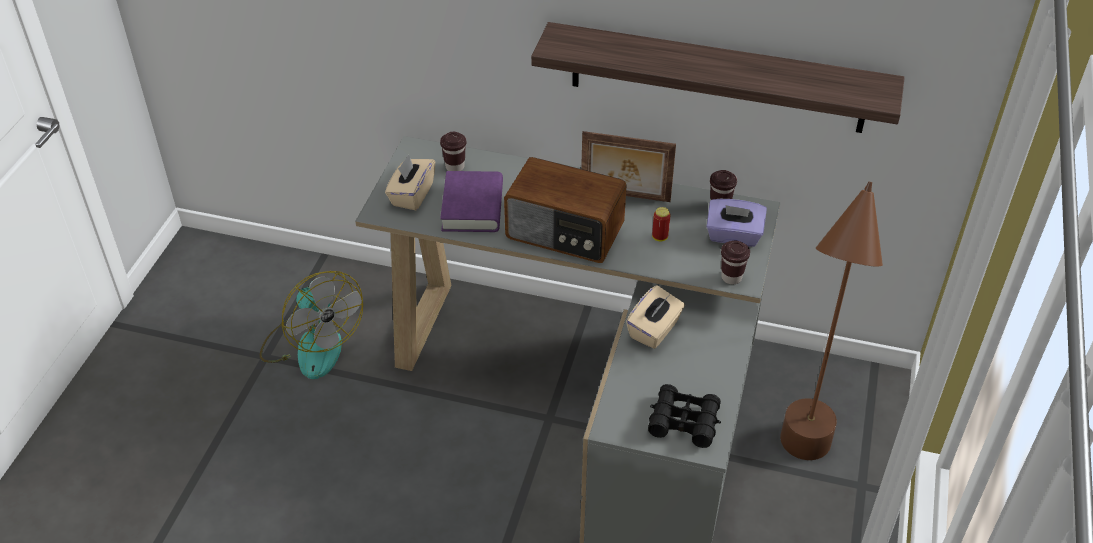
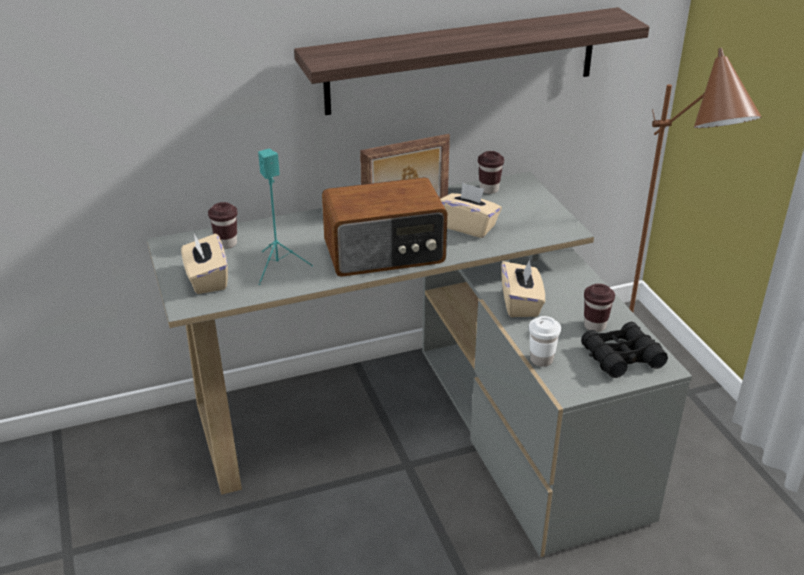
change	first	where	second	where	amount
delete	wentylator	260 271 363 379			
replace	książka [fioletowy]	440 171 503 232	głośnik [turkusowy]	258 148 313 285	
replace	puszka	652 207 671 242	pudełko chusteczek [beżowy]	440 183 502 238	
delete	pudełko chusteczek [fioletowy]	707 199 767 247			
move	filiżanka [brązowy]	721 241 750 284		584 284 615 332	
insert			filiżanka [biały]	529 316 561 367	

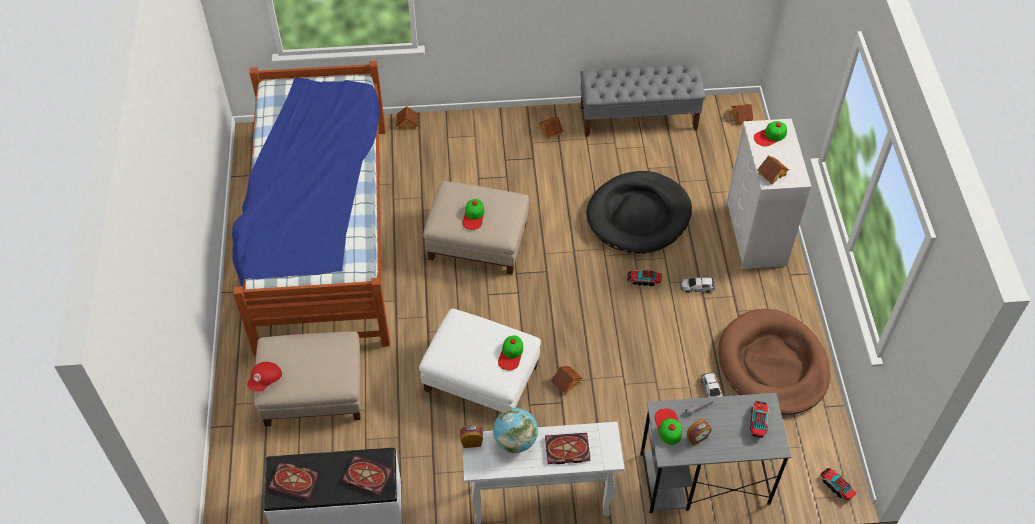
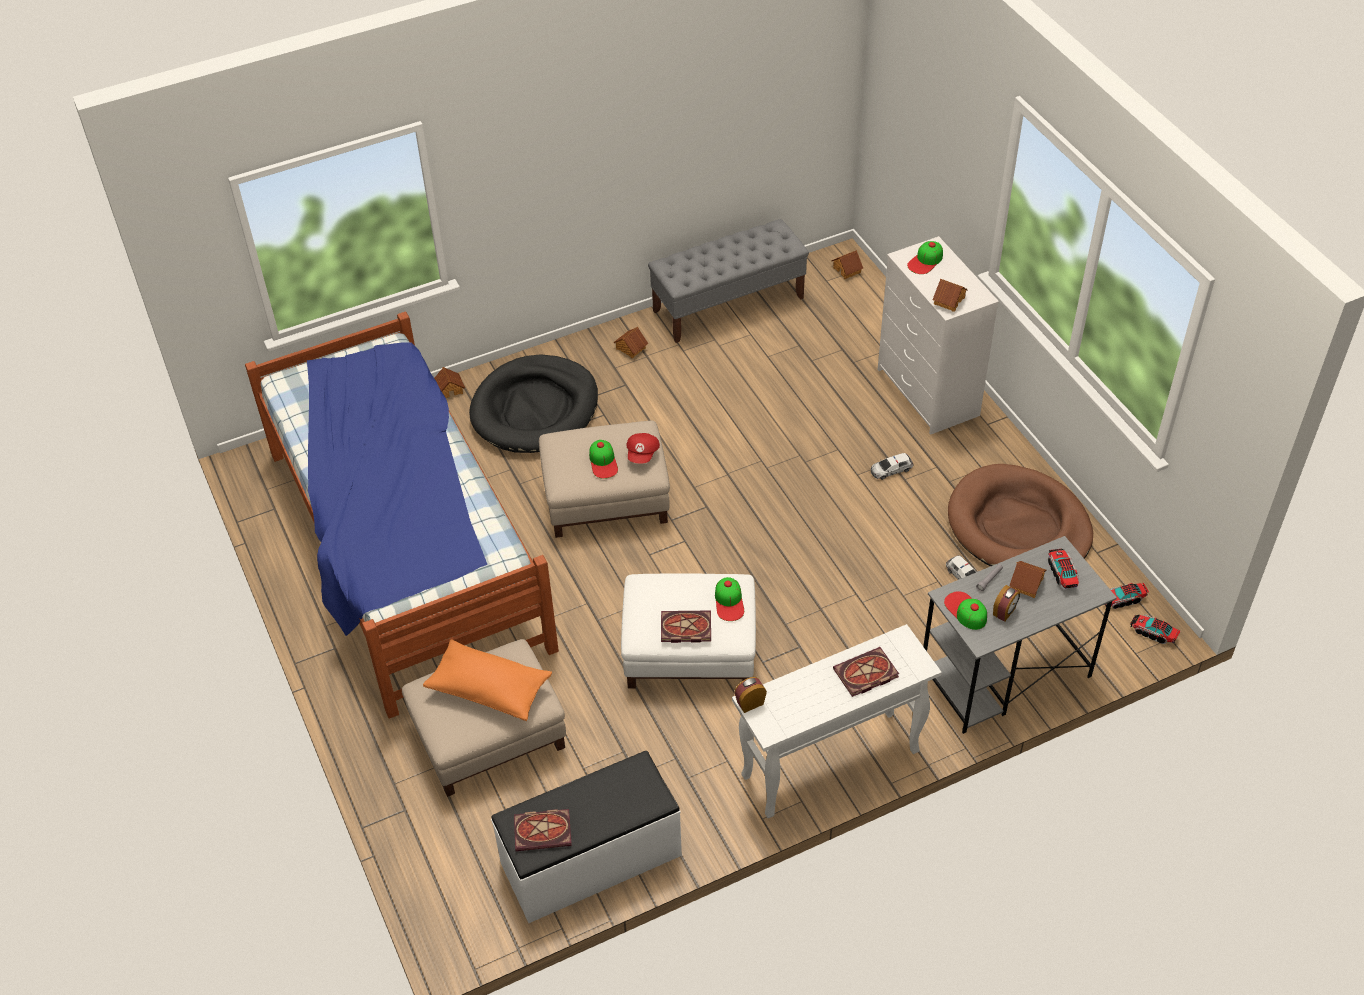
change	first	where	second	where	amount
move	czapka z daszkiem [czerwony]	247 362 282 392		626 433 660 464	
move	książka	342 455 393 495		661 611 711 643	
delete	globus	493 408 538 453			
move	domek	551 366 582 394		1009 561 1046 598	
move	legowisko [czarny]	586 171 692 254		469 354 598 453	
move	ciężarówka zabawkowa	627 270 662 286		1105 583 1149 609	
insert			poduszka [pomarańczowy]	423 639 552 721	

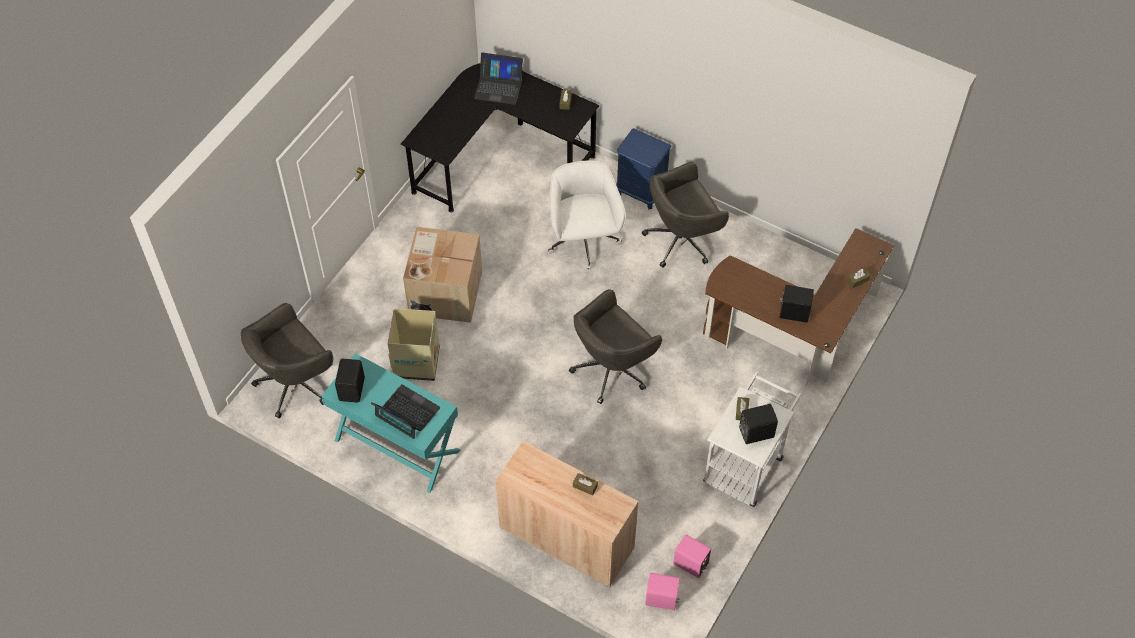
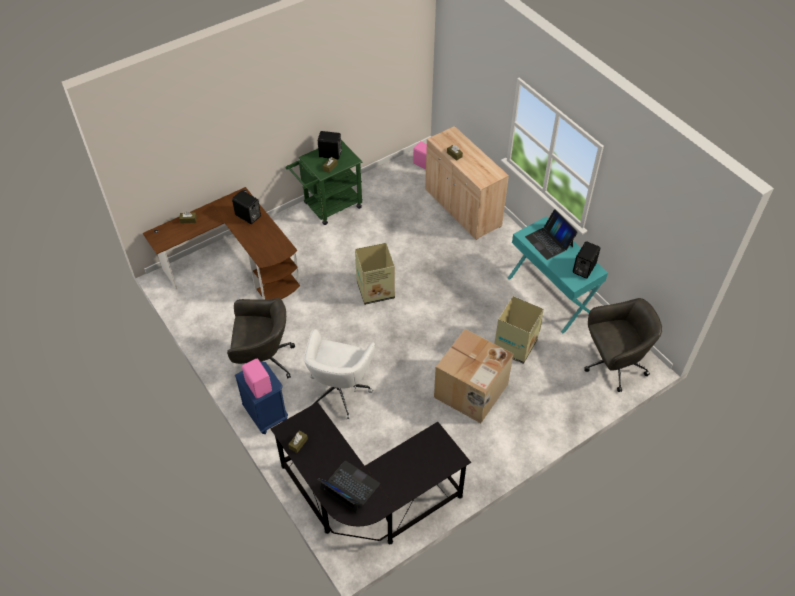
change	first	where	second	where	amount
replace	krzesło biurowe [szary]	569 289 662 404	karton	355 243 395 305	
move	głośnik [różowy]	673 535 711 578		242 358 272 398	
recolor	wózek [biały]	703 372 801 507	wózek [zielony]	286 140 363 225	

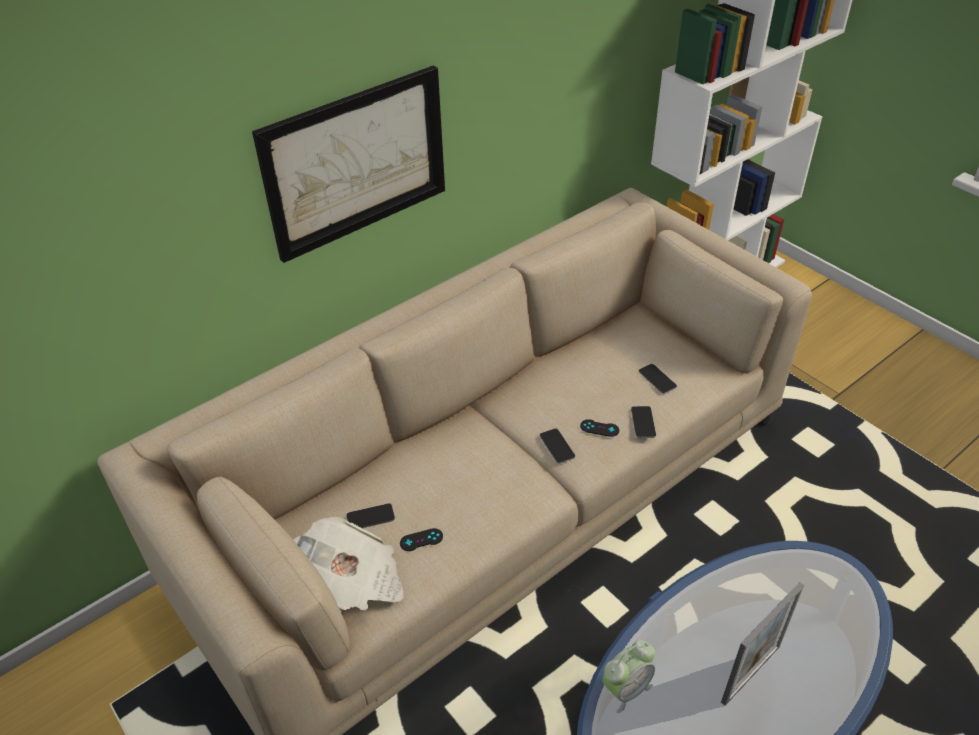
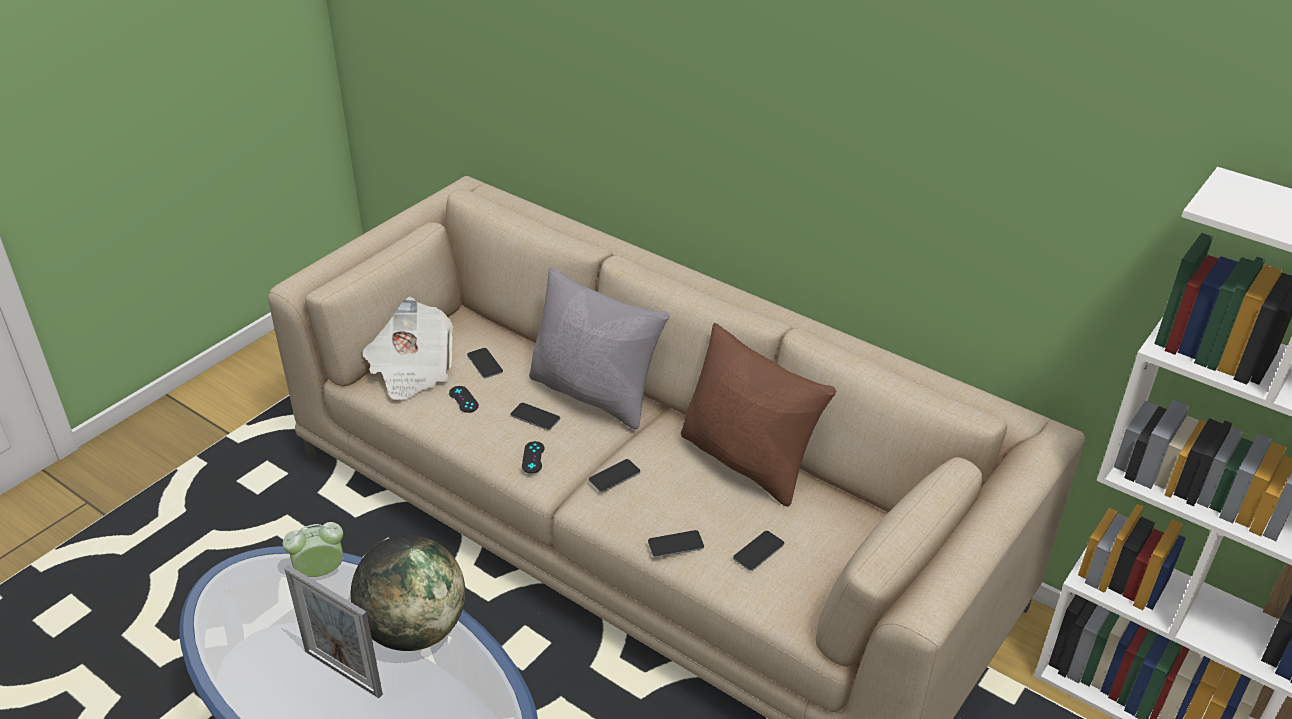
change	first	where	second	where	amount
delete	obraz	252 65 445 263			
move	pad do gier [czarny]	580 419 619 437		522 441 545 474	
rotate	budzik	602 640 655 713		283 522 343 577	120 degrees clockwise
insert			globus	351 535 465 651	
insert			telefon	511 403 560 430	
insert			poduszka [szary]	529 267 670 429	
insert			poduszka [brązowy]	681 323 836 506	

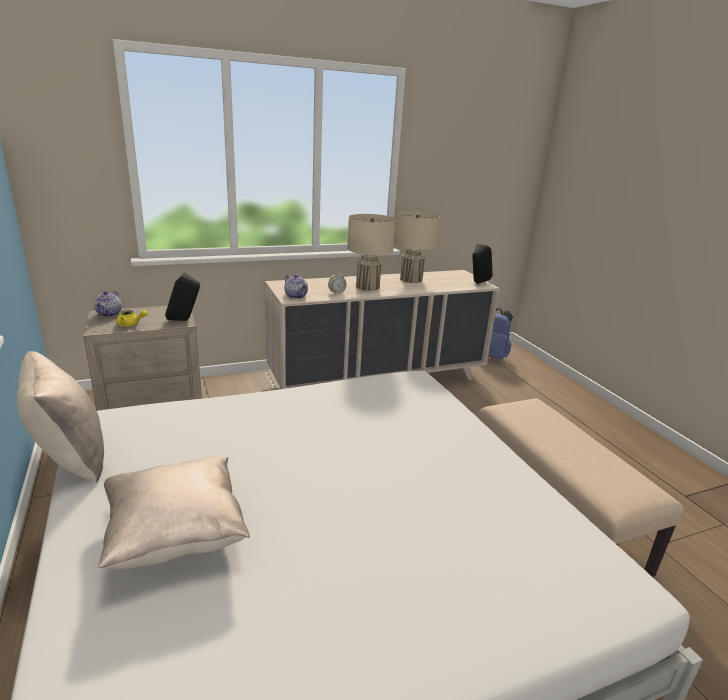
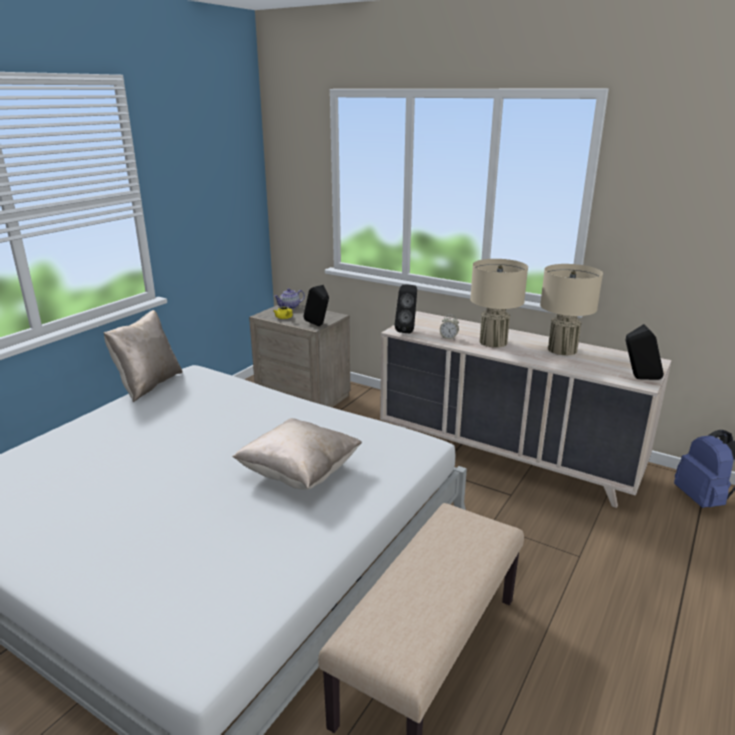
change	first	where	second	where	amount
move	poduszka [beżowy]	98 456 250 569		232 418 362 490	
replace	imbryk	284 274 308 299	głośnik [czarny]	395 285 417 333	

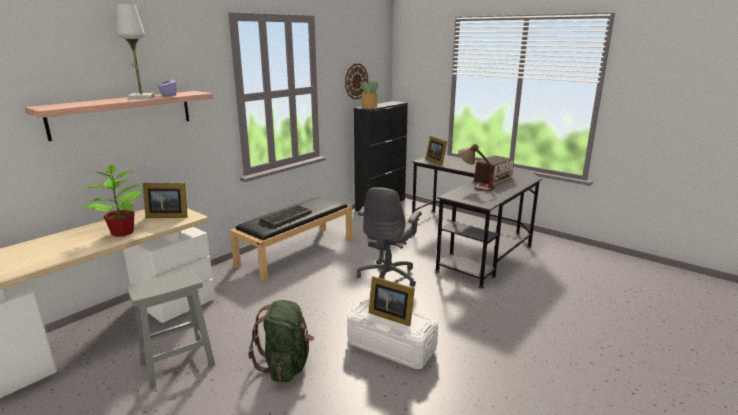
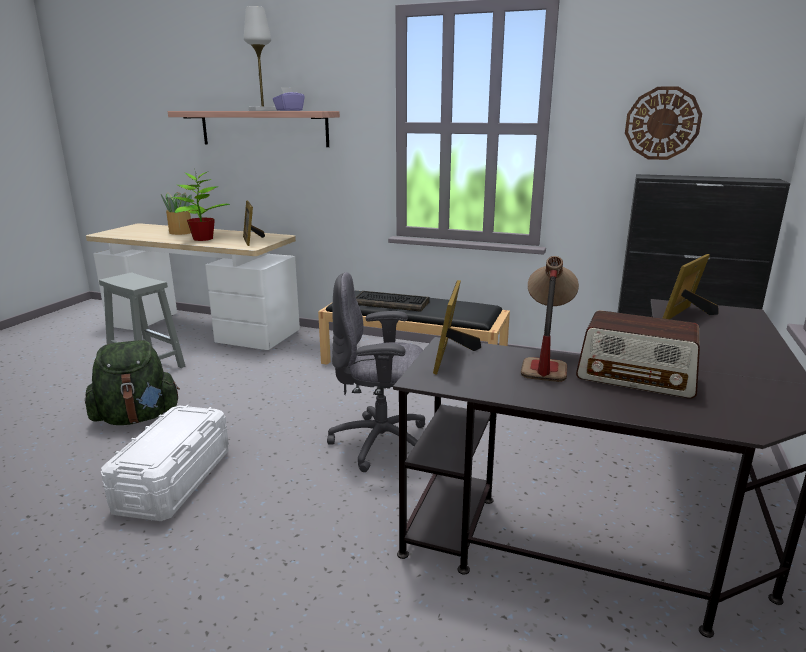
change	first	where	second	where	amount
move	roślina doniczkowa	360 80 378 108		161 192 192 235	
move	ramka na zdjęcie	369 276 415 326		433 280 481 375	

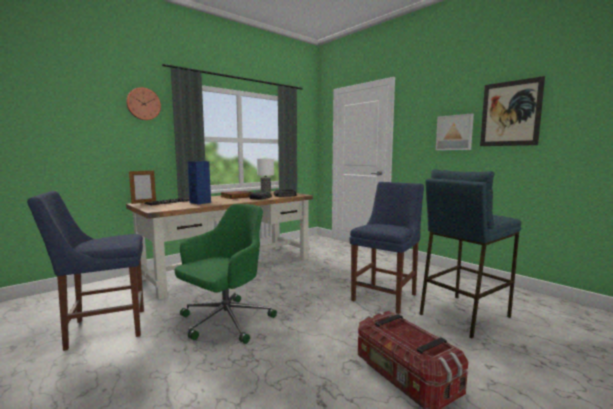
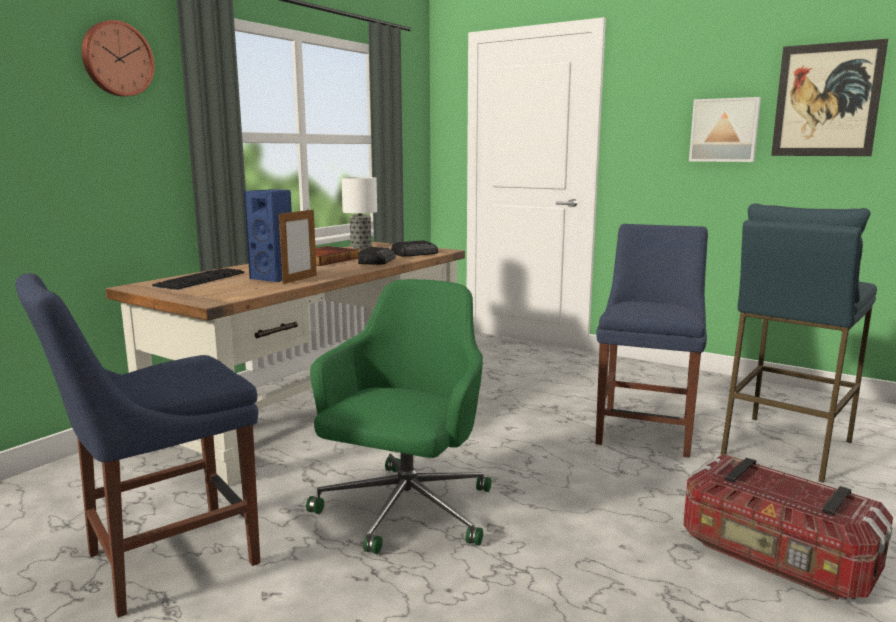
change	first	where	second	where	amount
move	ramka na zdjęcie	129 171 156 204		279 210 317 284	

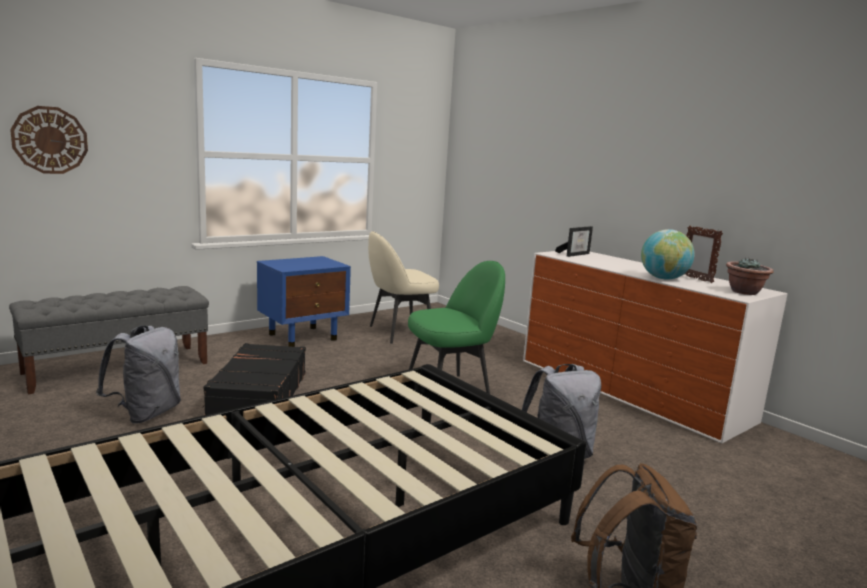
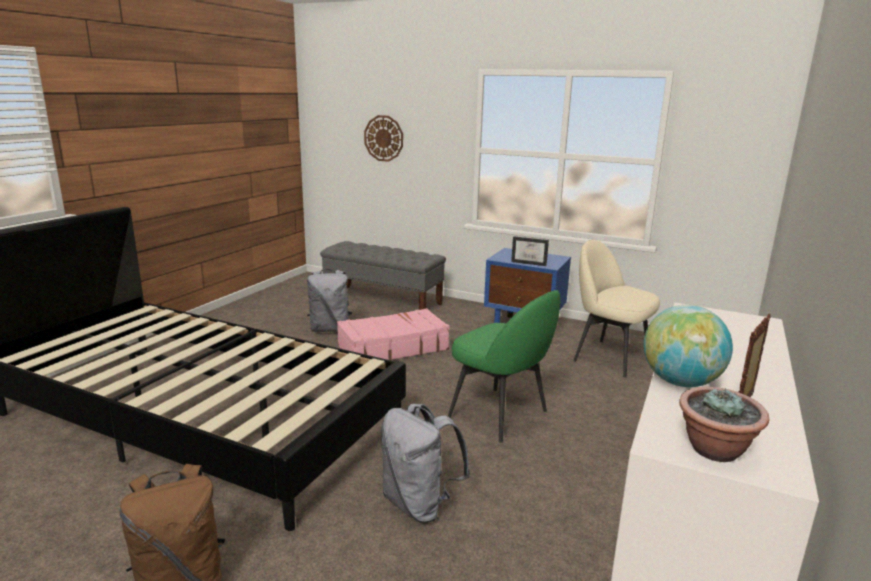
change	first	where	second	where	amount
recolor	walizka [czarny]	203 343 306 415	walizka [różowy]	337 308 450 361	
move	ramka na zdjęcie	555 226 593 257		511 236 549 266	

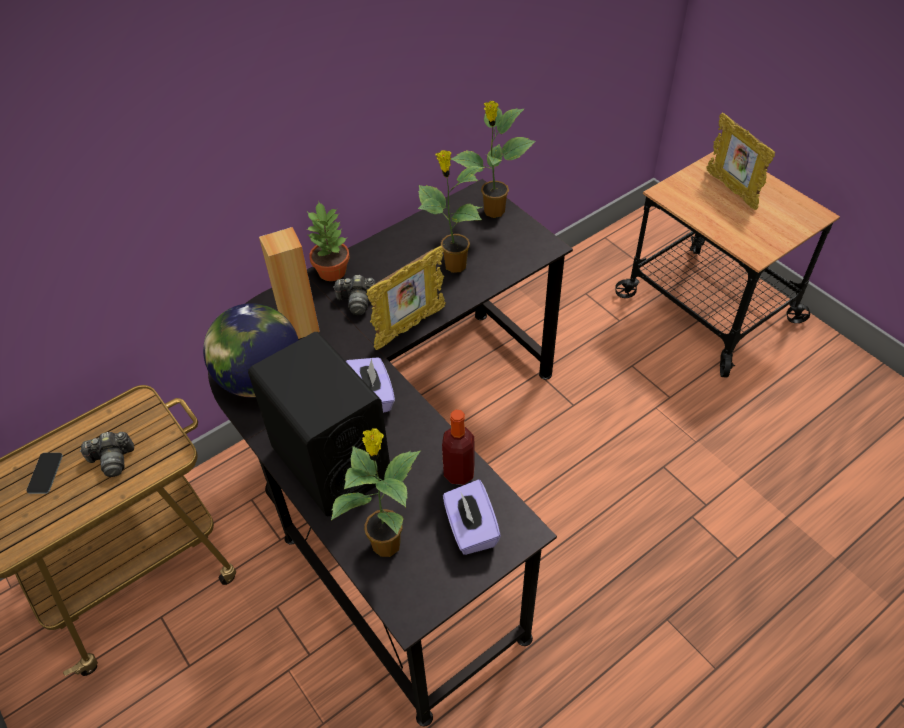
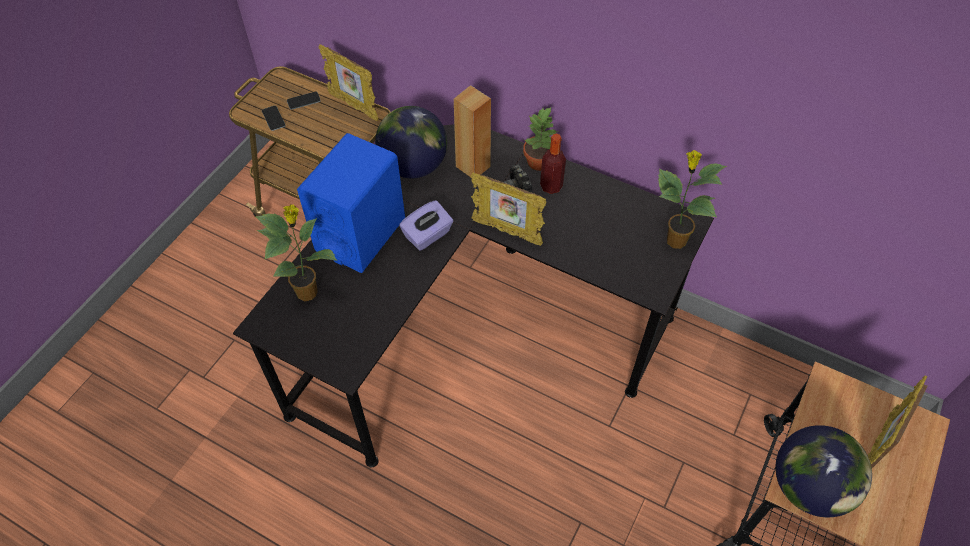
change	first	where	second	where	amount
delete	aparat fotograficzny	80 432 134 477			
recolor	głośnik [czarny]	248 332 390 516	głośnik [niebieski]	297 133 405 273	
delete	roślina doniczkowa	418 150 484 273			
move	butelka	442 410 474 485		540 133 566 194	
delete	pudełko chusteczek [fioletowy]	443 479 501 555			
insert			telefon	262 106 286 131	
insert			ramka na zdjęcie	319 44 378 121	
insert			globus	775 425 872 517	

